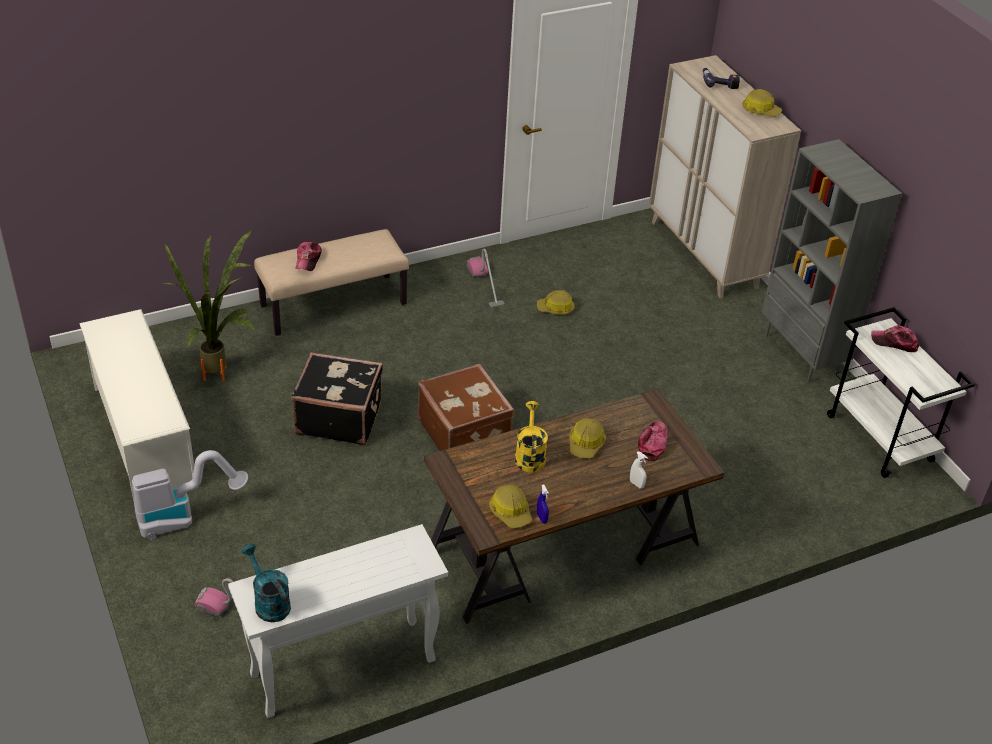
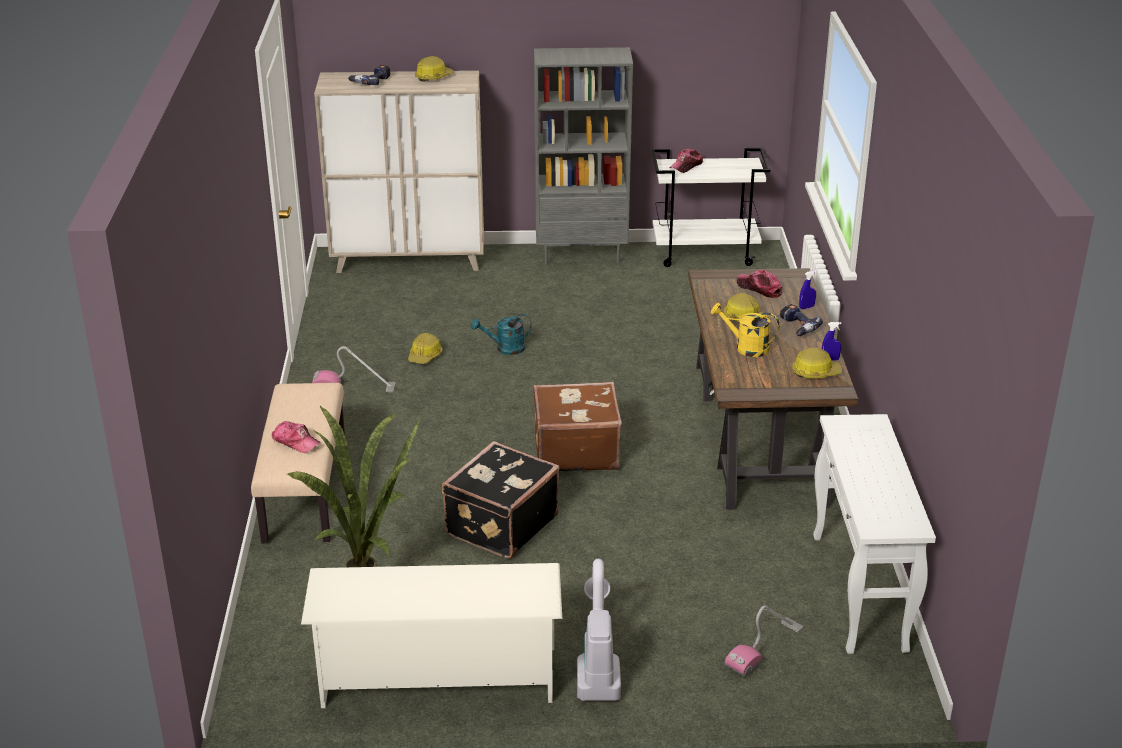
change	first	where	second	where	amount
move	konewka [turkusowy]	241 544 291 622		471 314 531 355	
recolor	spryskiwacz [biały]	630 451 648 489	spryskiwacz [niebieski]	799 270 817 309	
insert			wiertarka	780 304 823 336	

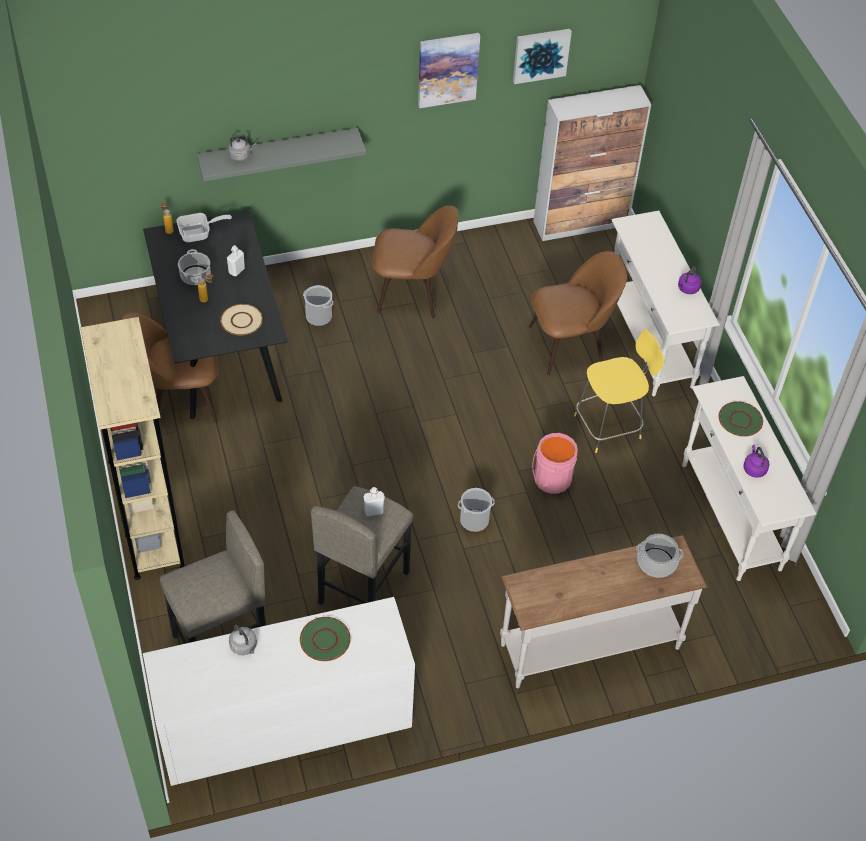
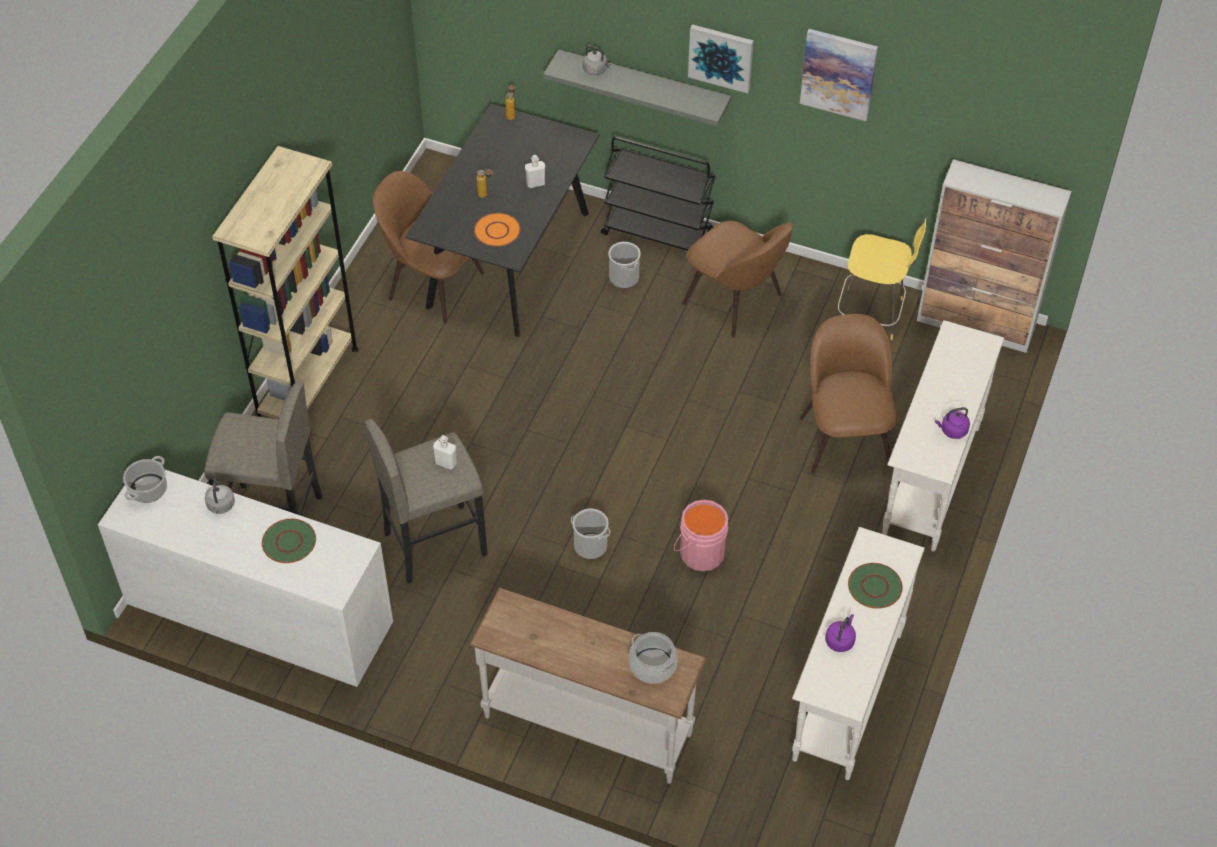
change	first	where	second	where	amount
delete	patelnia	177 213 232 242			
move	garnek	178 249 211 286		123 456 167 503	
recolor	talerz [beżowy]	220 304 263 335	talerz [pomarańczowy]	474 213 521 247	
move	obraz	513 29 572 84		688 24 754 93	
rotate	krzesło [brązowy]	529 251 627 376		799 314 897 473	120 degrees counterclockwise
move	stołek [żółty]	574 329 664 453		838 218 927 340	
insert			wózek [czarny]	601 137 716 253	

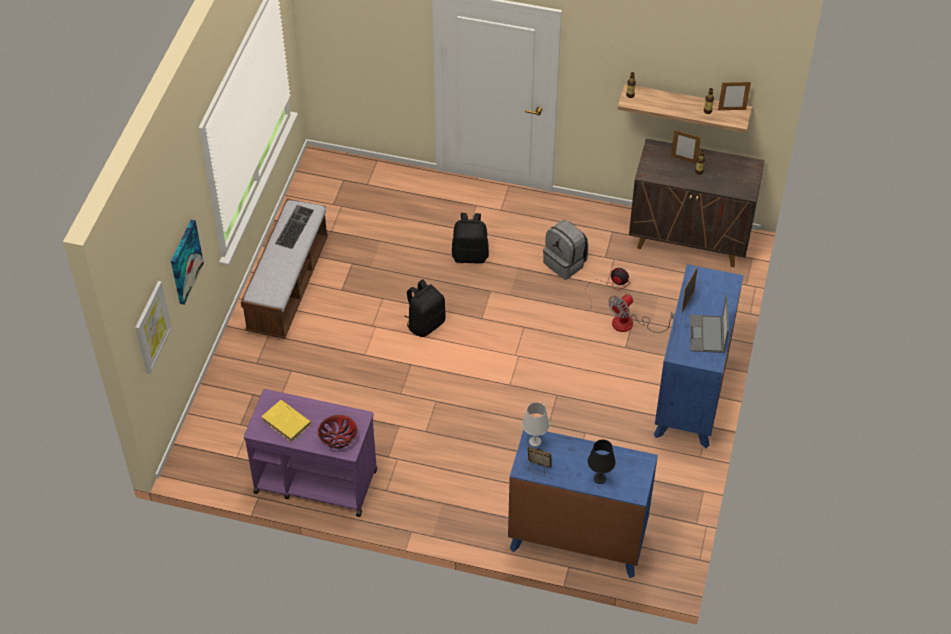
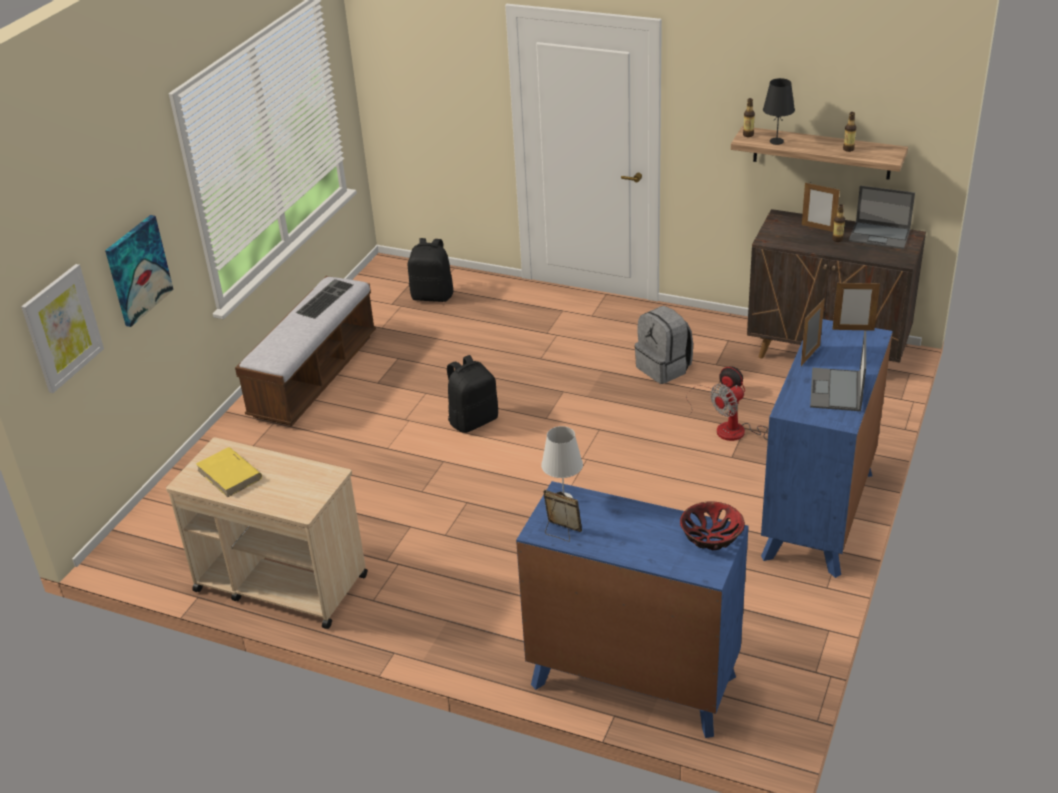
change	first	where	second	where	amount
recolor	wózek [fioletowy]	244 389 377 517	wózek [beżowy]	166 437 368 629	
move	miska	318 415 358 449		680 501 745 550	
move	plecak [czarny]	452 213 489 263		408 238 454 302	
move	lampa stołowa [czarny]	588 439 616 484		763 78 795 145	
move	ramka na zdjęcie	718 81 751 110		832 281 880 331	
insert			laptop	849 186 915 249	

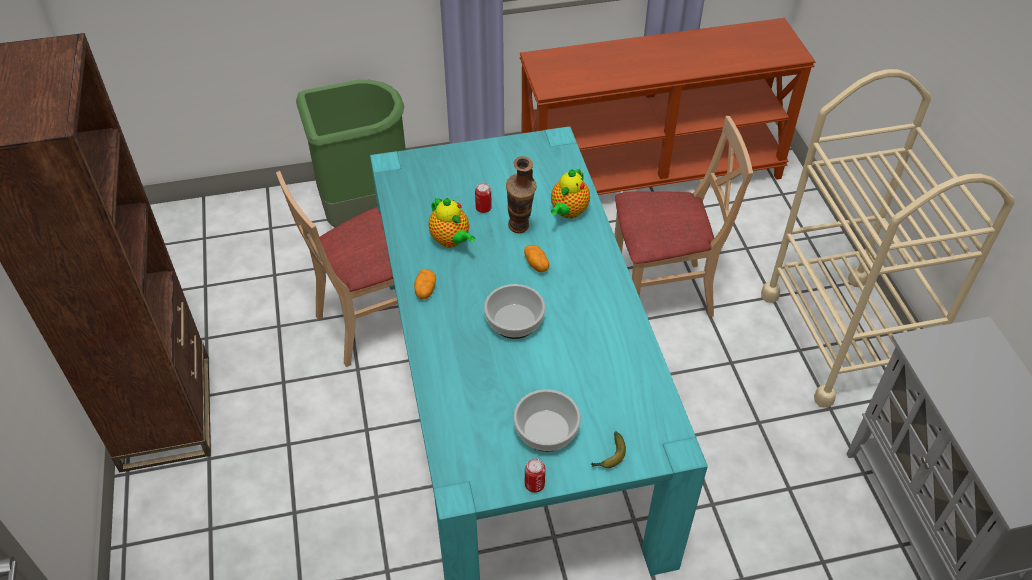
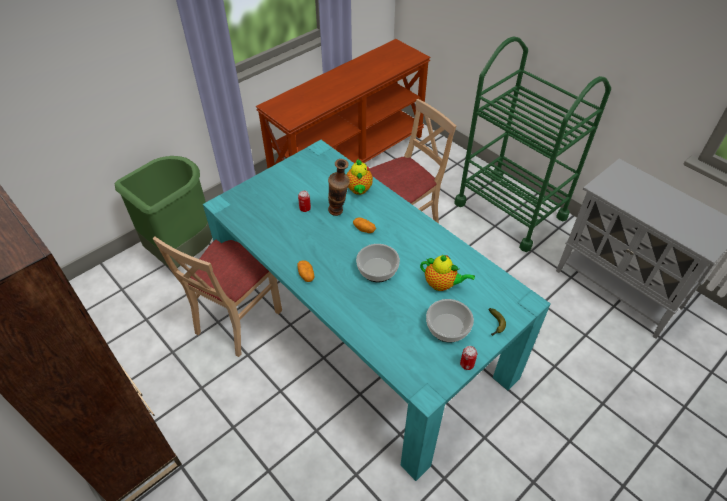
change	first	where	second	where	amount
move	imbryk	428 198 475 248		420 255 475 291	
recolor	wózek [beżowy]	761 69 1015 408	wózek [zielony]	454 36 611 252	

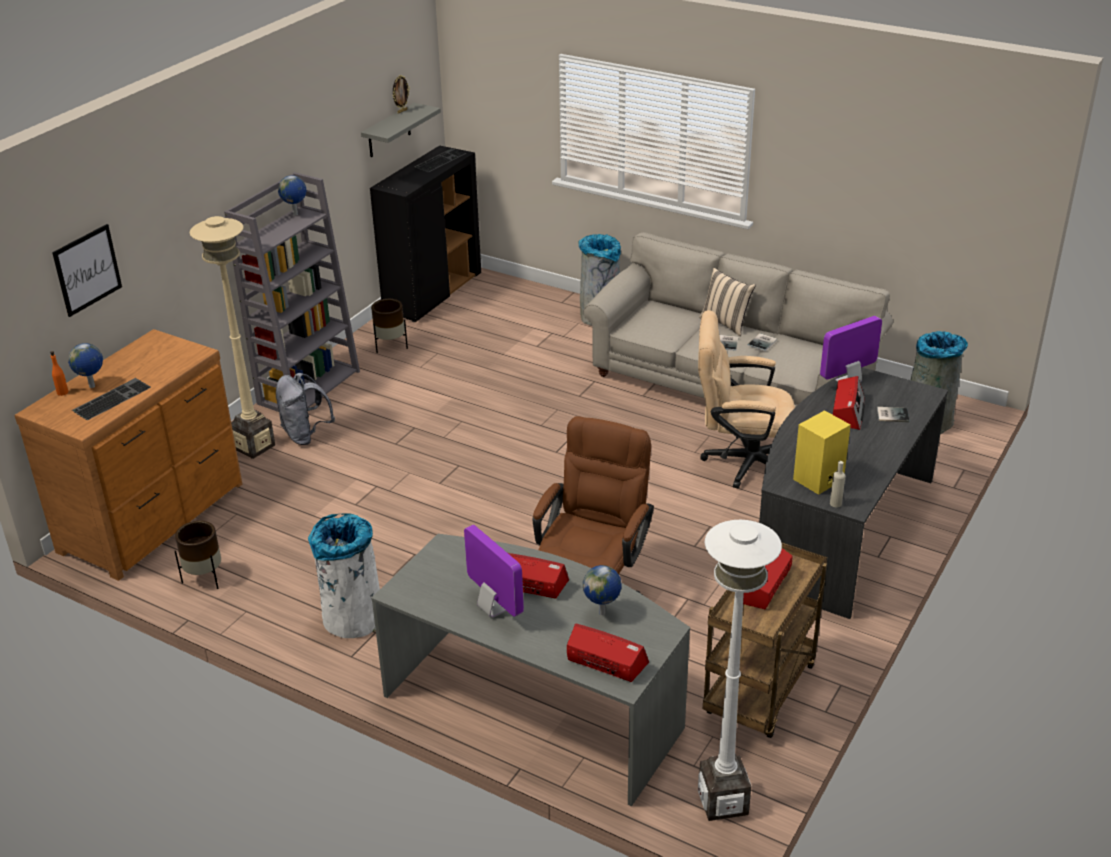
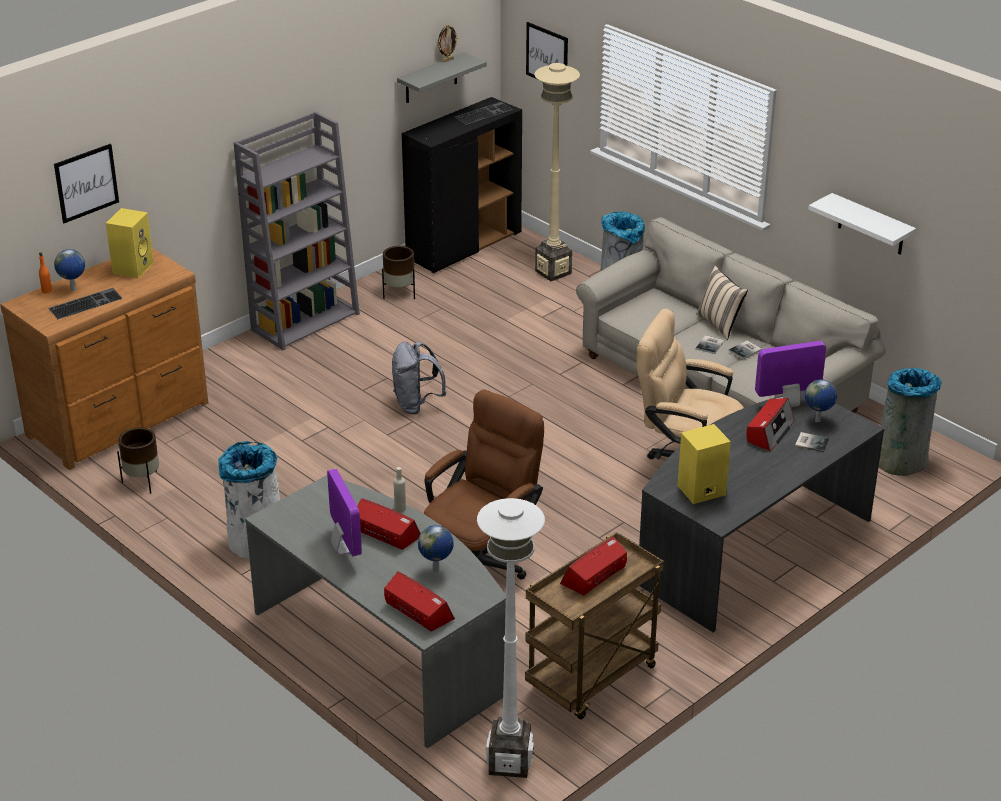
change	first	where	second	where	amount
move	lampa stojąca [beżowy]	190 216 275 459		534 63 580 281	
move	plecak [szary]	276 373 335 445		392 342 447 414	
move	globus	278 175 306 216		805 379 837 422	
move	butelka [beżowy]	830 461 845 507		394 467 406 512	
insert			głośnik [żółty]	106 208 154 279	
insert			obraz	526 22 568 79	
insert			półka [biały]	808 193 916 255	

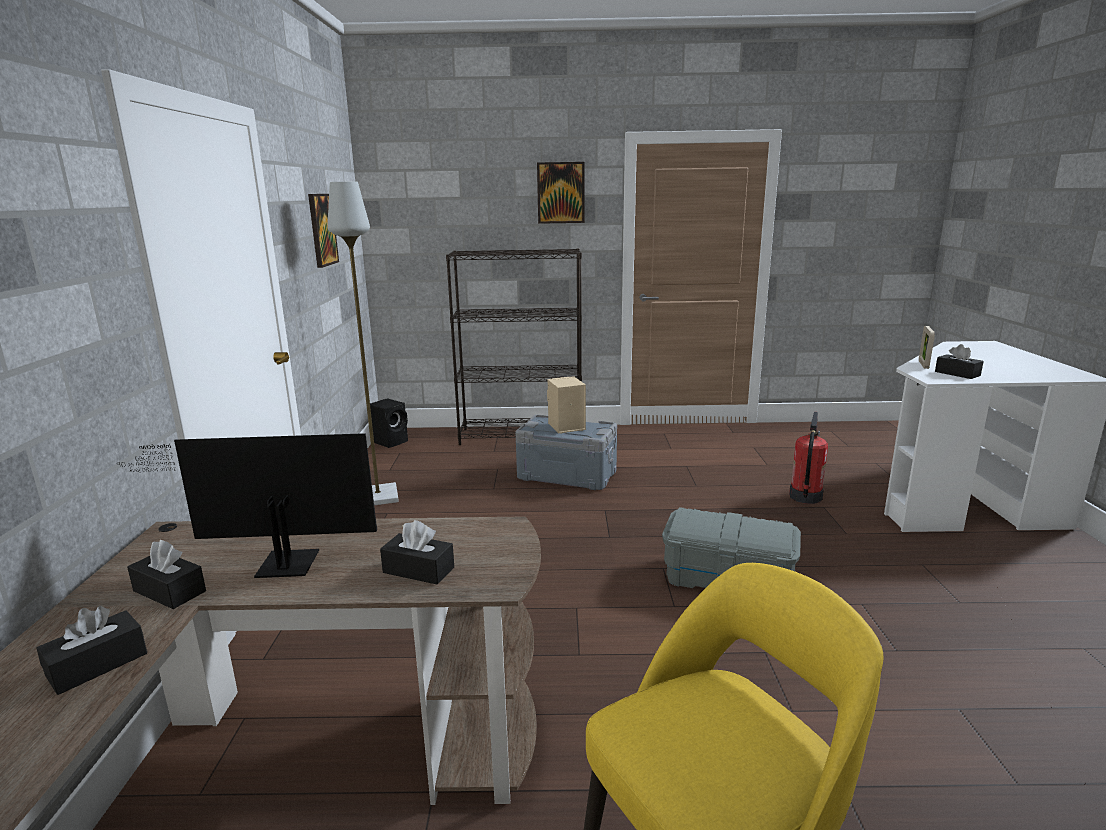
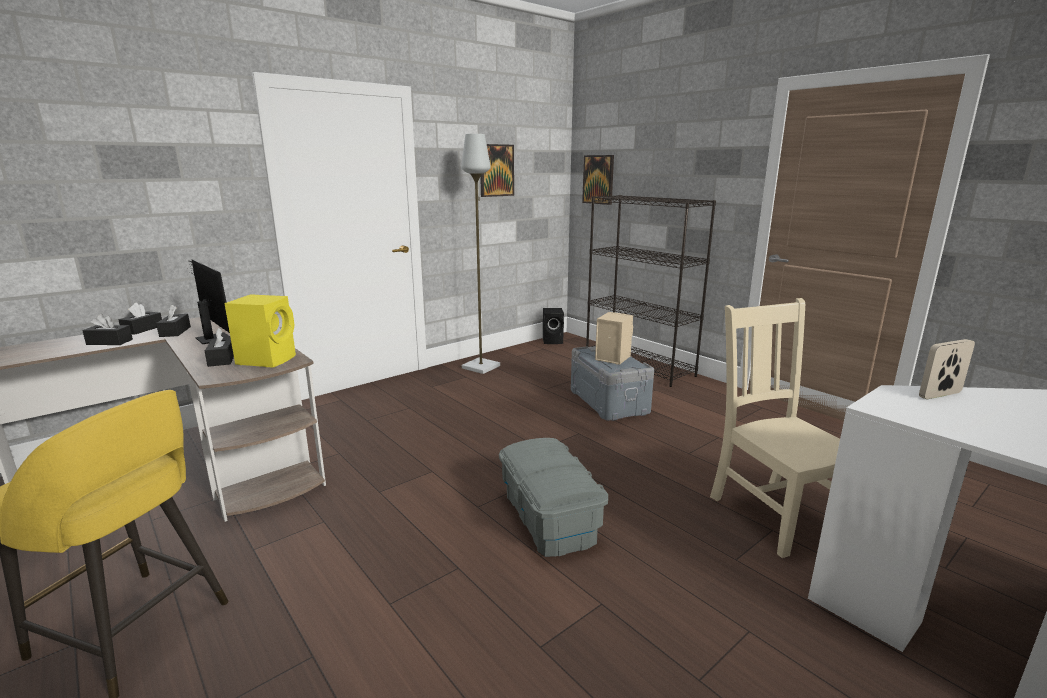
change	first	where	second	where	amount
move	obraz	537 162 585 224		582 155 614 205	
replace	gaśnica	789 412 828 504	krzesło [beżowy]	710 298 840 558	
move	pudełko chusteczek [czarny]	935 344 984 379		119 302 162 335	
insert			głośnik [żółty]	224 294 296 368	

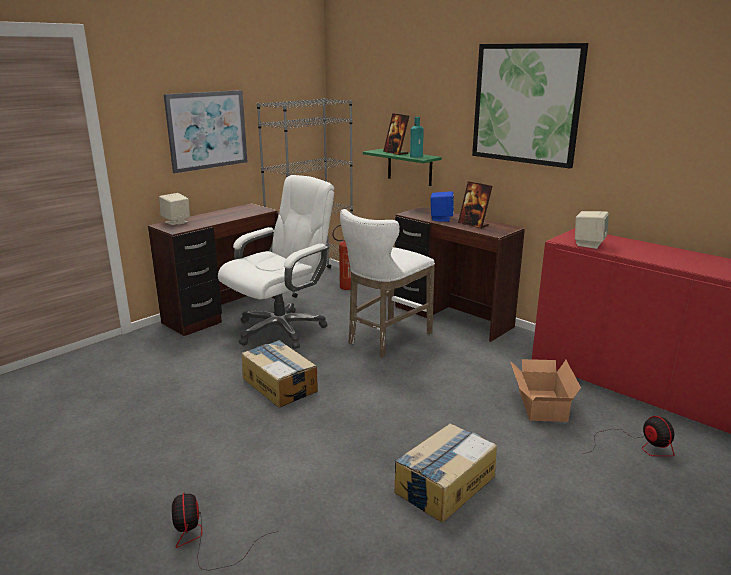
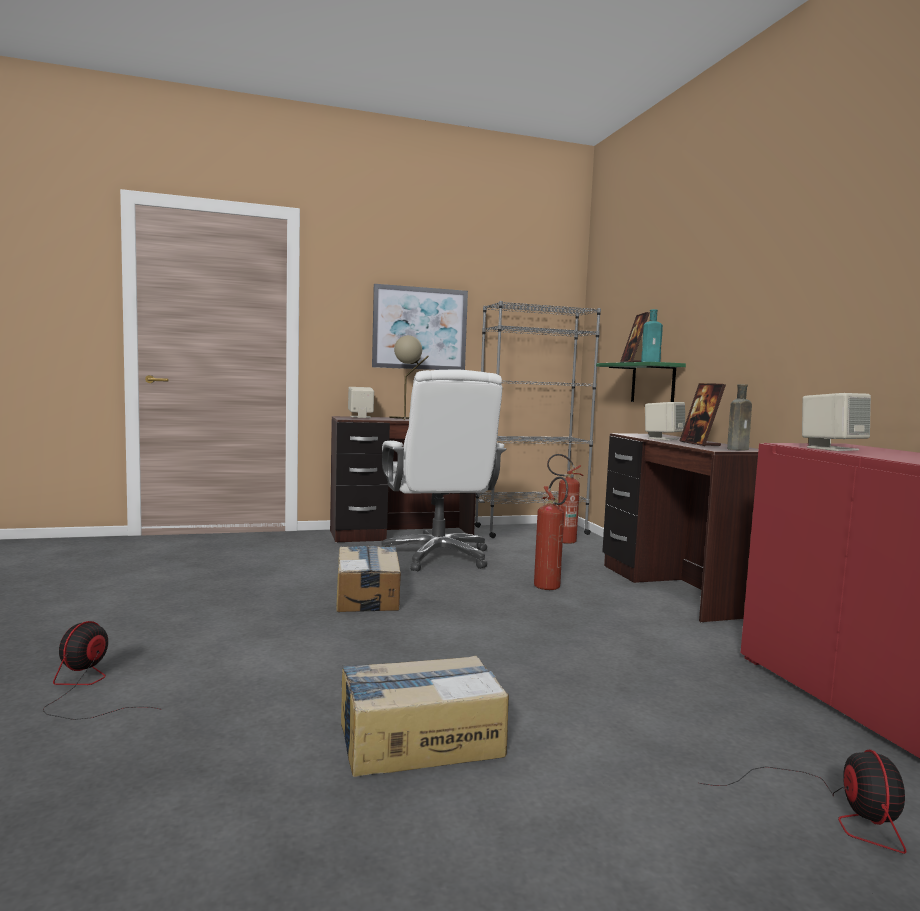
change	first	where	second	where	amount
rotate	krzesło biurowe [biały]	218 175 334 349		381 369 506 571	90 degrees clockwise
replace	stołek [biały]	340 209 435 357	gaśnica	534 476 568 590	
recolor	głośnik [niebieski]	430 191 454 222	głośnik [beżowy]	645 402 685 440	
delete	obraz	472 43 588 169			
delete	karton	510 359 581 422			
insert			lampa stołowa [beżowy]	389 335 429 420	
insert			butelka [brązowy]	727 384 752 450	

